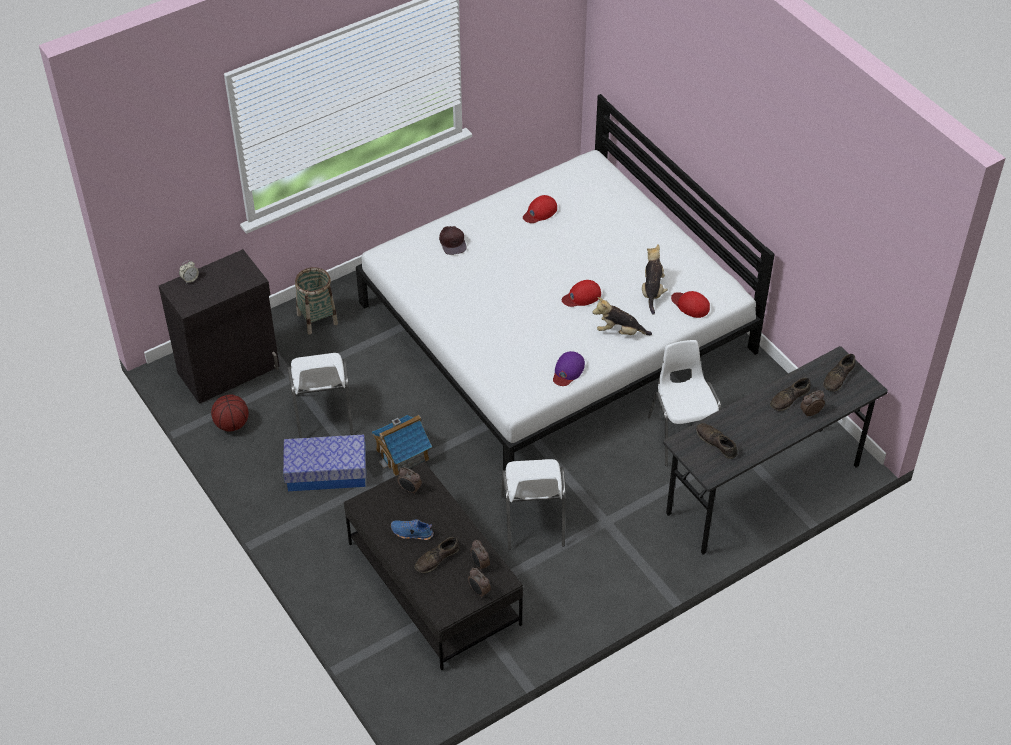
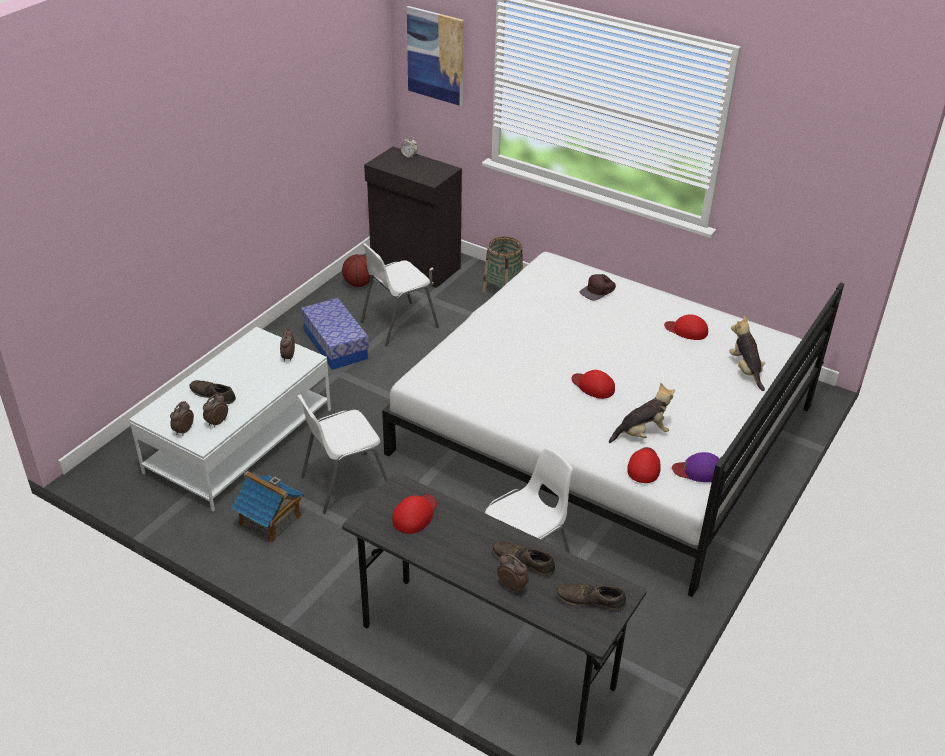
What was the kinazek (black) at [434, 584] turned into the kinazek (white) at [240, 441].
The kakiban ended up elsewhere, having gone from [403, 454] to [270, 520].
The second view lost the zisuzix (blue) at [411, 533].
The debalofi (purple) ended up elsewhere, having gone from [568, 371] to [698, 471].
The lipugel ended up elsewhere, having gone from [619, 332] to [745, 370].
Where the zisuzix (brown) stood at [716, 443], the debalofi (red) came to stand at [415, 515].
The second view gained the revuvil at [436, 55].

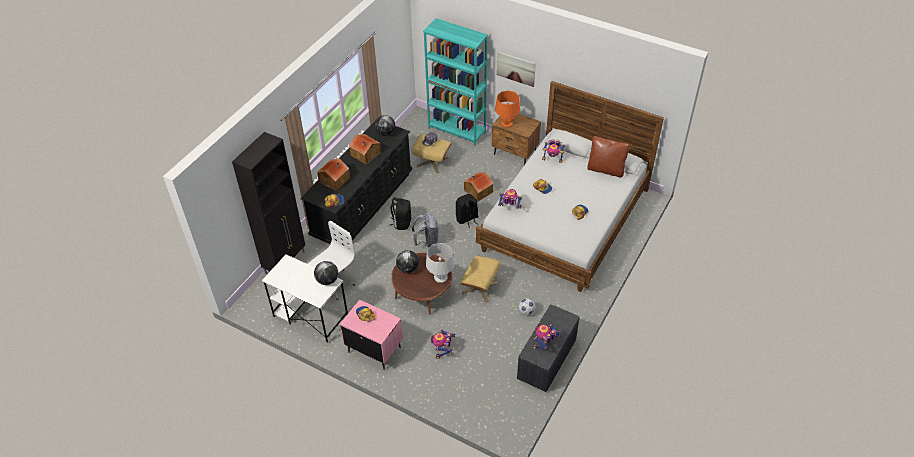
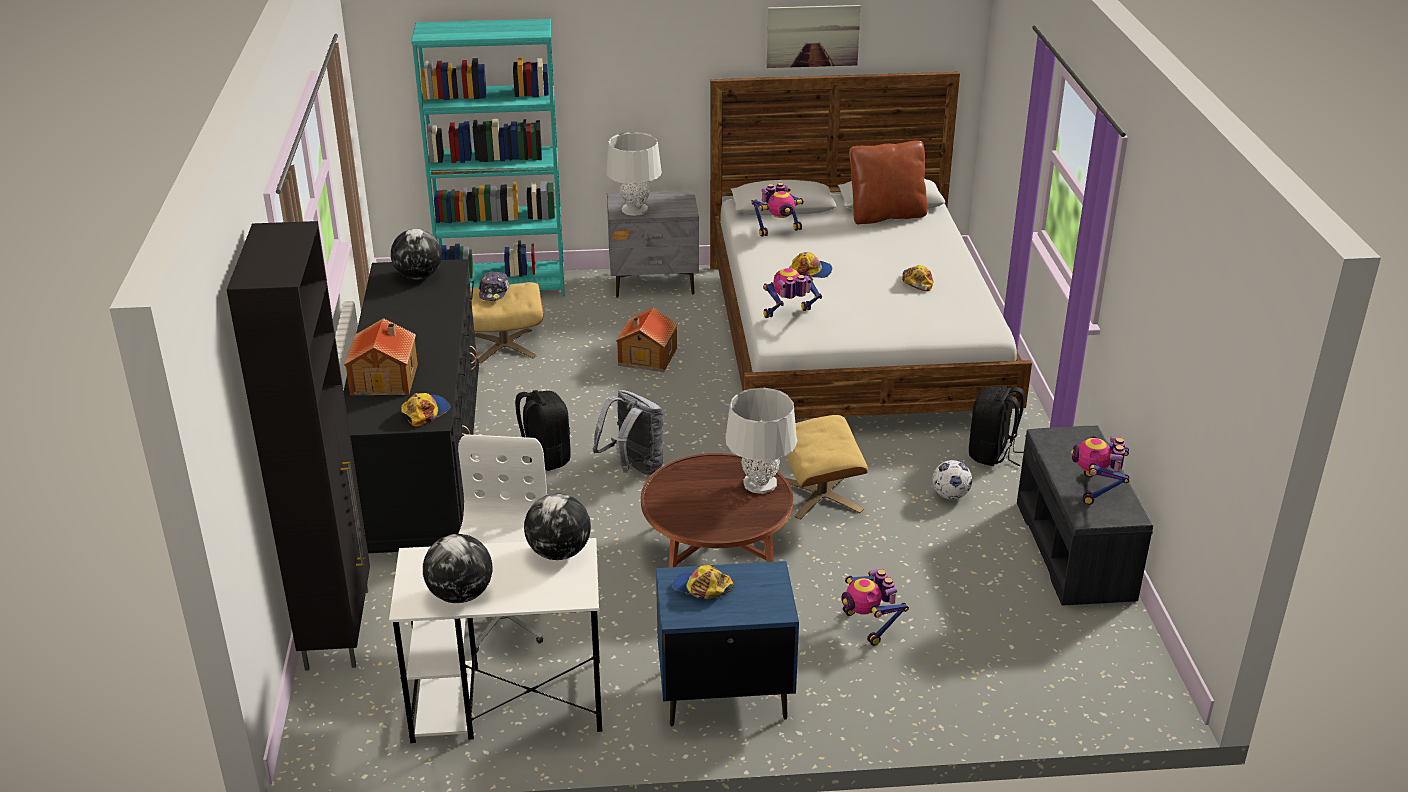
What was the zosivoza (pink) at [374, 349] turned into the zosivoza (blue) at [723, 693].
The second view lost the kakiban at [365, 154].
The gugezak ended up elsewhere, having gone from [408, 269] to [460, 595].
The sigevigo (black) ended up elsewhere, having gone from [467, 219] to [992, 454].
What was the zosivoza (brown) at [515, 153] turned into the zosivoza (grey) at [654, 283].
What was the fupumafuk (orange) at [506, 123] turned into the fupumafuk (grey) at [634, 210].
The revuvil ended up elsewhere, having gone from [516, 68] to [813, 36].

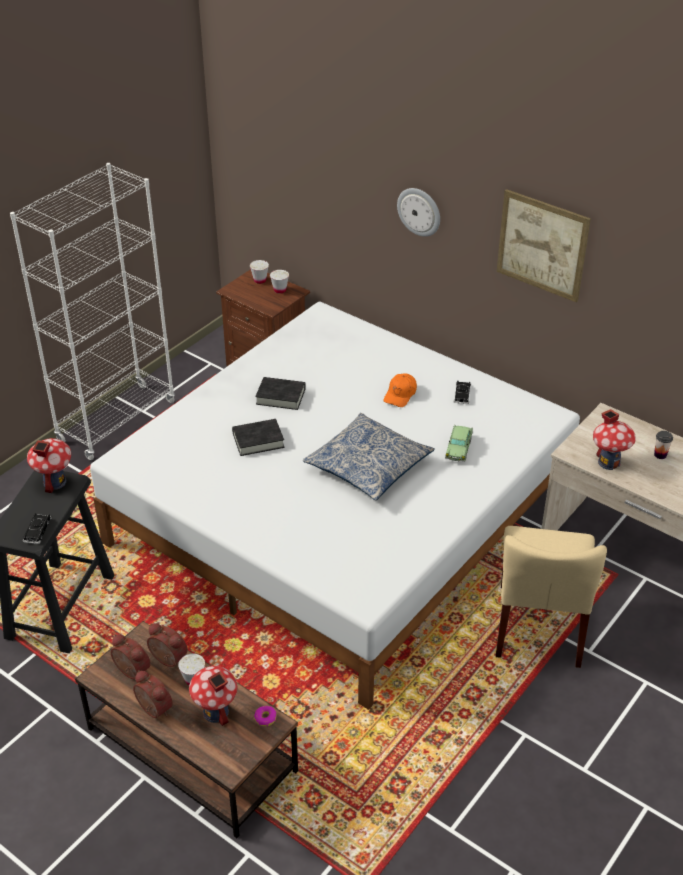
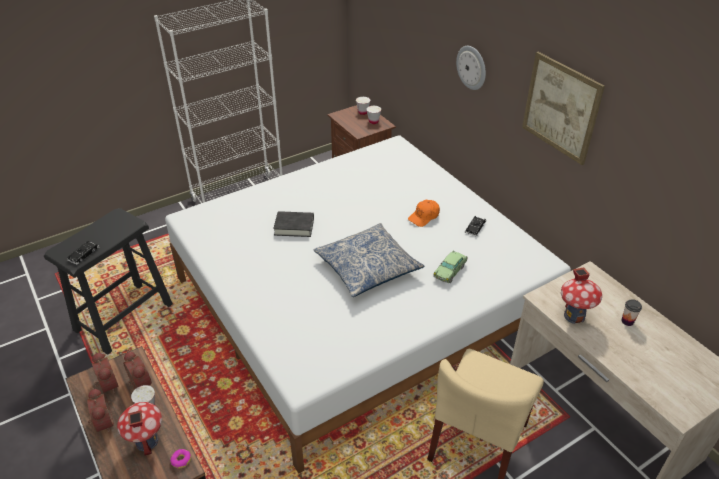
The second view lost the kakiban at [54, 482].
The second view lost the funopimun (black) at [280, 396].

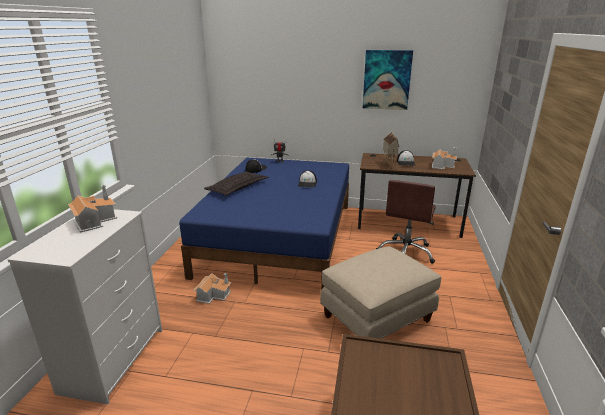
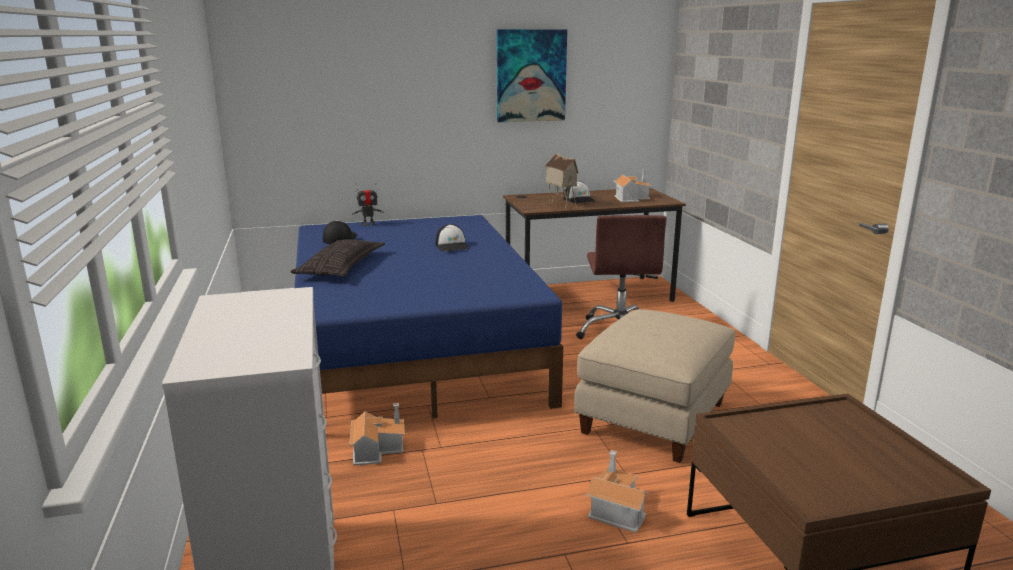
The kakiban ended up elsewhere, having gone from [94, 220] to [615, 508].

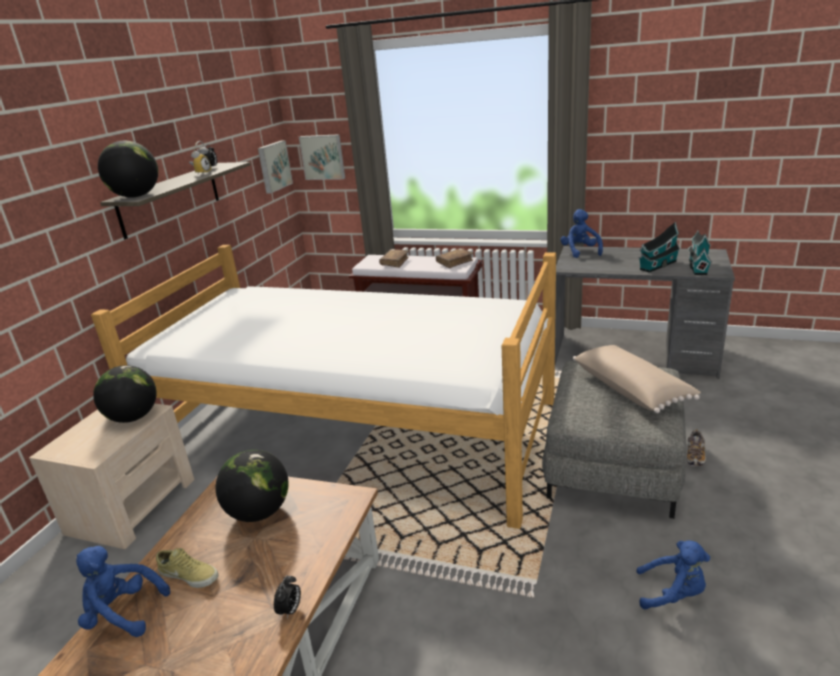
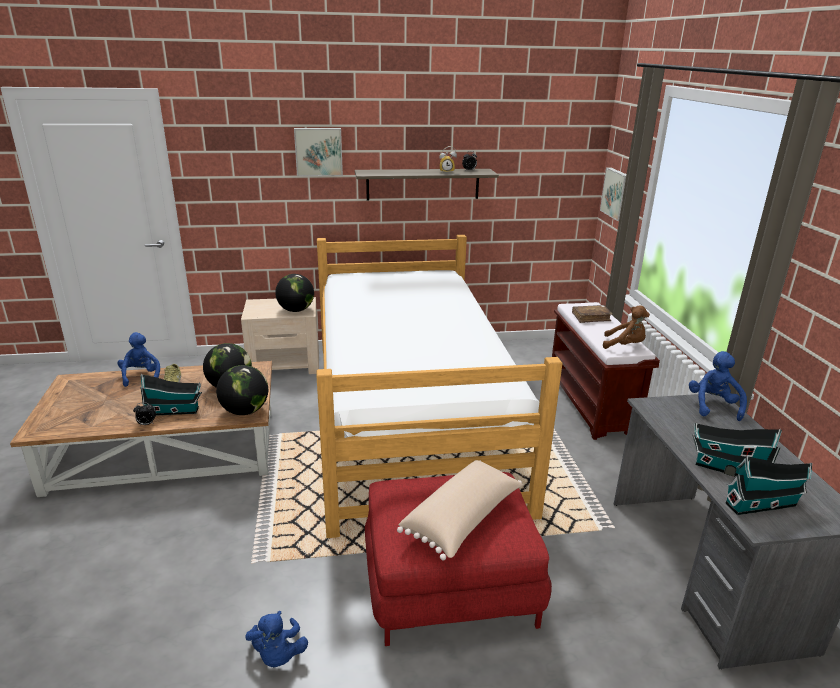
The gugezak ended up elsewhere, having gone from [136, 196] to [245, 411].
The revuvil ended up elsewhere, having gone from [273, 166] to [318, 151].
Where the funopimun (brown) stood at [454, 262], the lipugel (brown) came to stand at [625, 345].
What was the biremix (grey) at [611, 464] turned into the biremix (red) at [451, 584].
The lipugel (blue) at [580, 252] ended up facing another way, 45 degrees counterclockwise from before.
The second view lost the zisuzix at [695, 456].
The second view gained the kakiban at [175, 411].

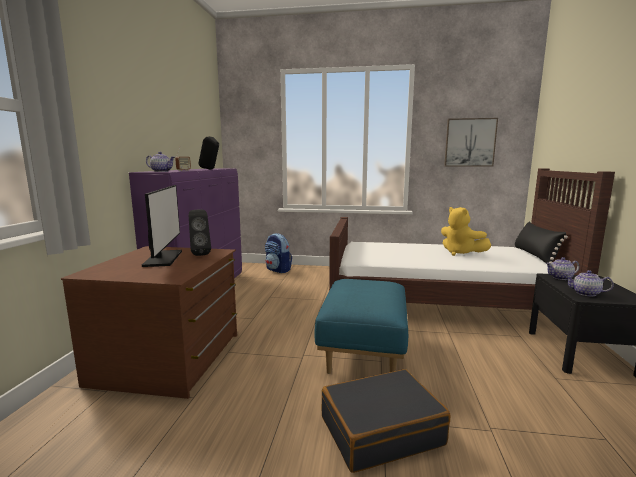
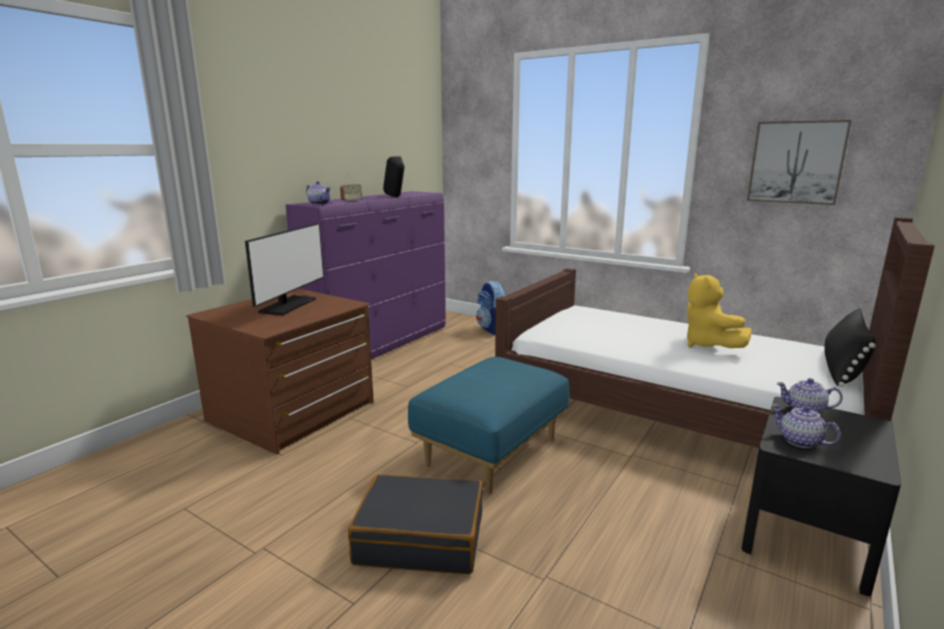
The second view lost the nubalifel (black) at [200, 254].

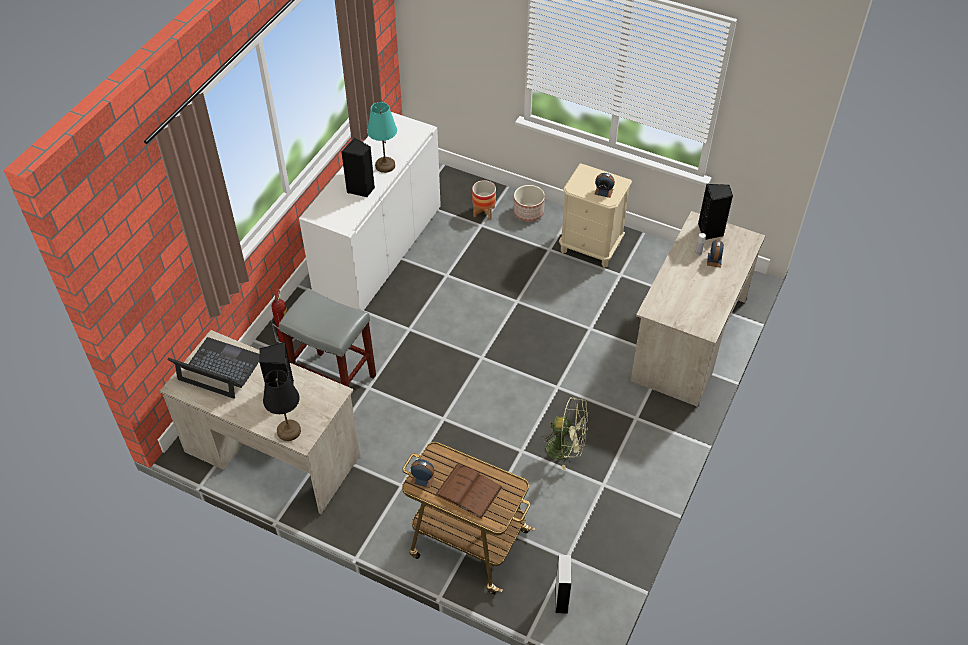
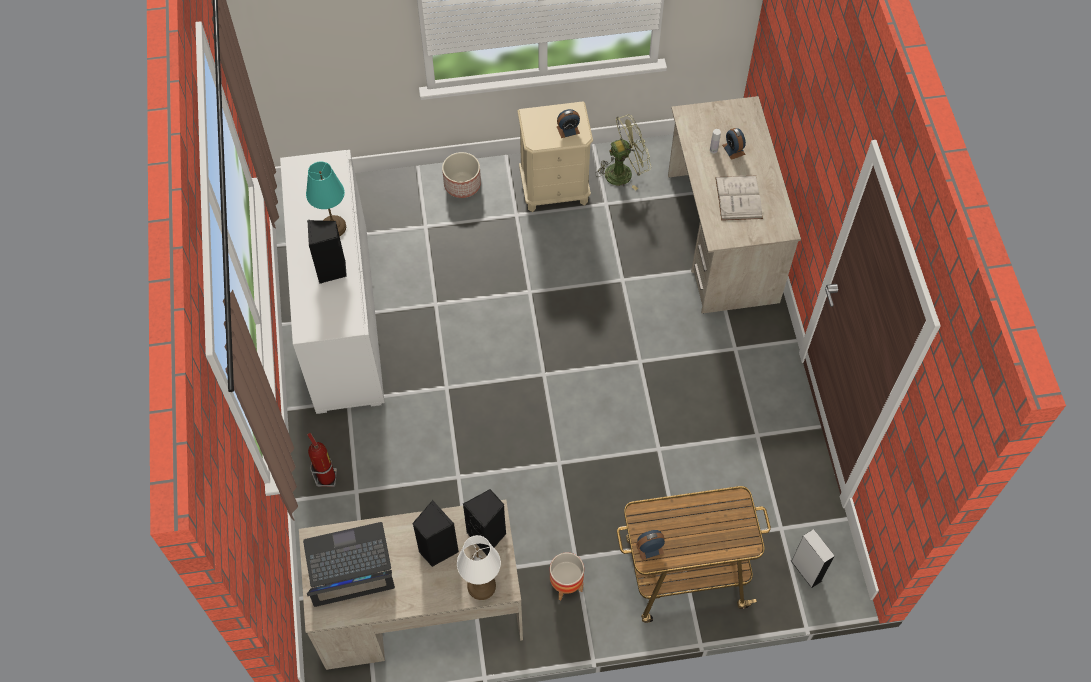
What was the fupumafuk (black) at [289, 431] turned into the fupumafuk (white) at [482, 586].
The second view lost the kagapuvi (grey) at [336, 381].
The second view lost the funopimun (brown) at [469, 491].
The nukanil ended up elsewhere, having gone from [484, 212] to [566, 584].
The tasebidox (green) ended up elsewhere, having gone from [565, 449] to [624, 172].
The nubalifel (black) ended up elsewhere, having gone from [710, 231] to [488, 536].
The second view gained the funopimun (white) at [738, 198].

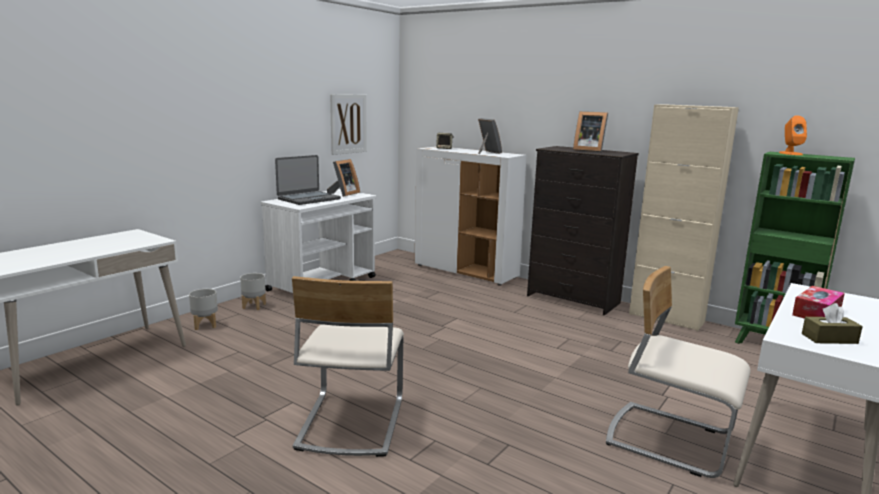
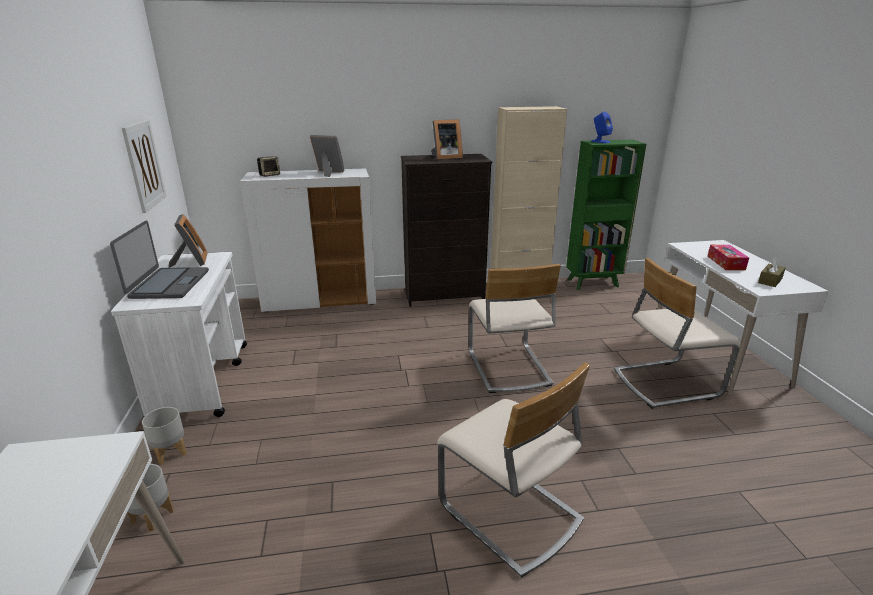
What was the nubalifel (orange) at [790, 153] turned into the nubalifel (blue) at [600, 141].
The second view gained the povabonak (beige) at [507, 368].

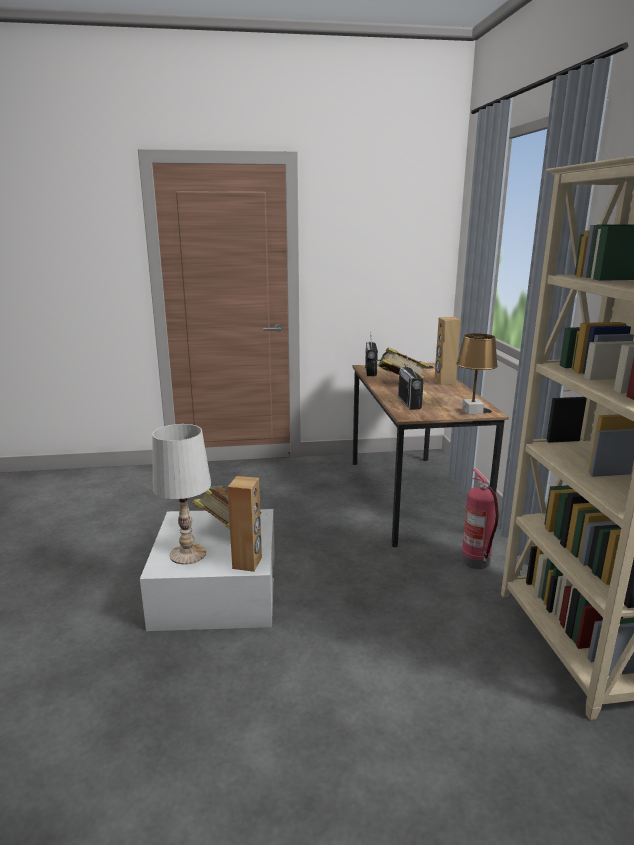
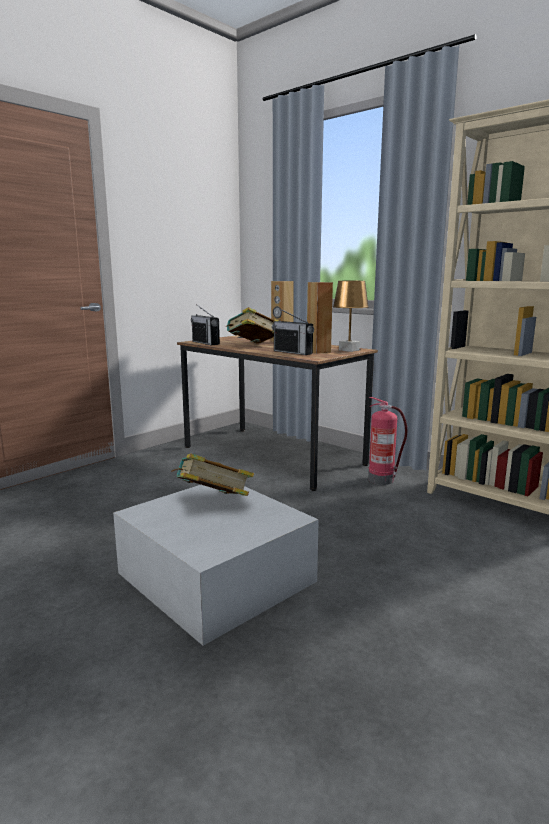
The second view lost the fupumafuk (white) at [187, 554].
The nubalifel (brown) ended up elsewhere, having gone from [247, 563] to [318, 351].

